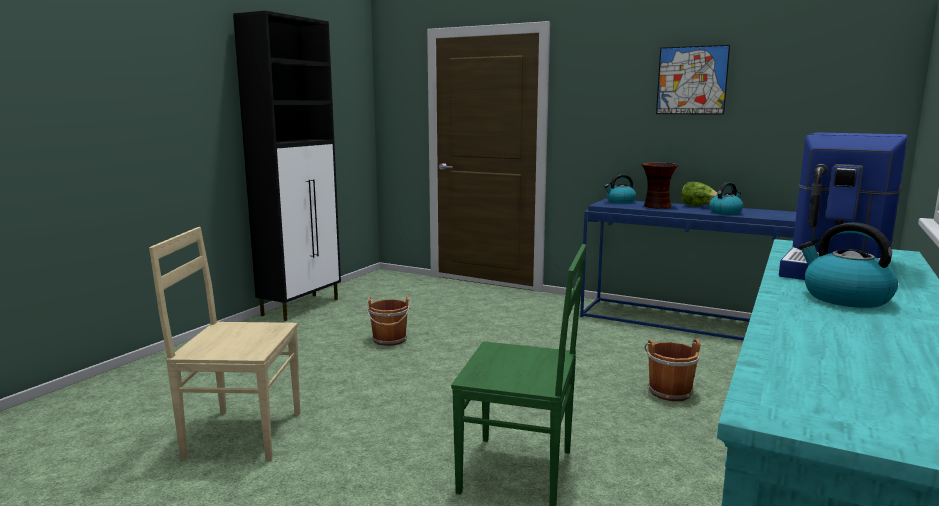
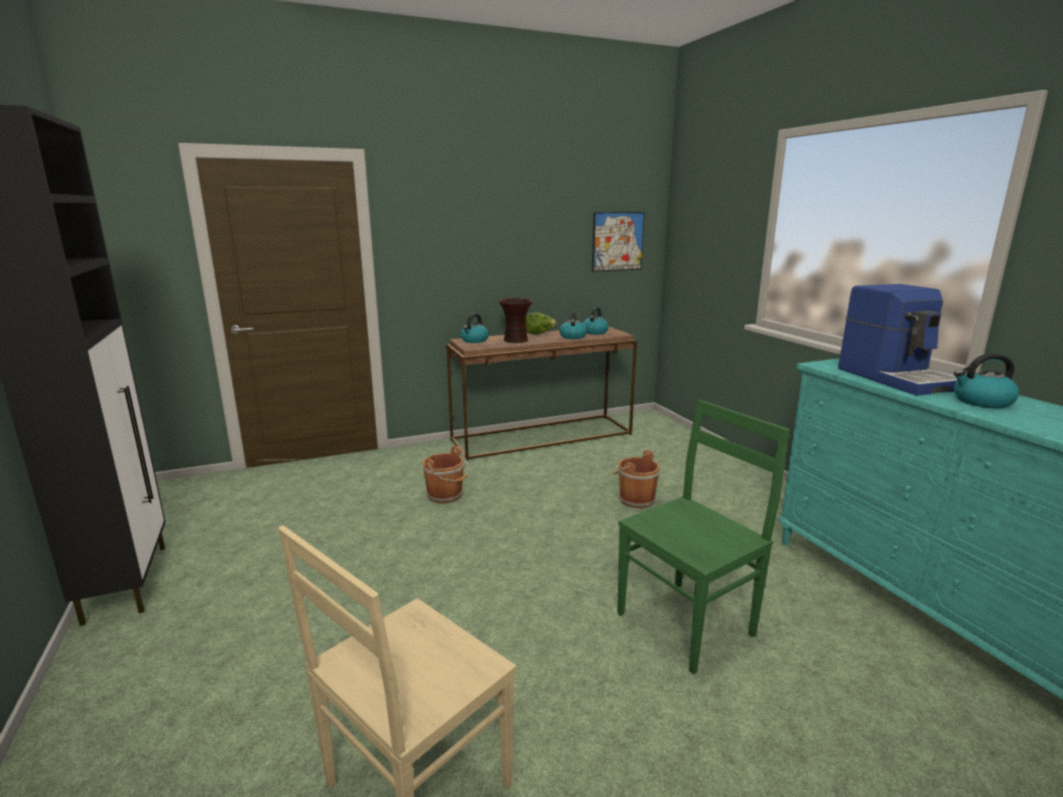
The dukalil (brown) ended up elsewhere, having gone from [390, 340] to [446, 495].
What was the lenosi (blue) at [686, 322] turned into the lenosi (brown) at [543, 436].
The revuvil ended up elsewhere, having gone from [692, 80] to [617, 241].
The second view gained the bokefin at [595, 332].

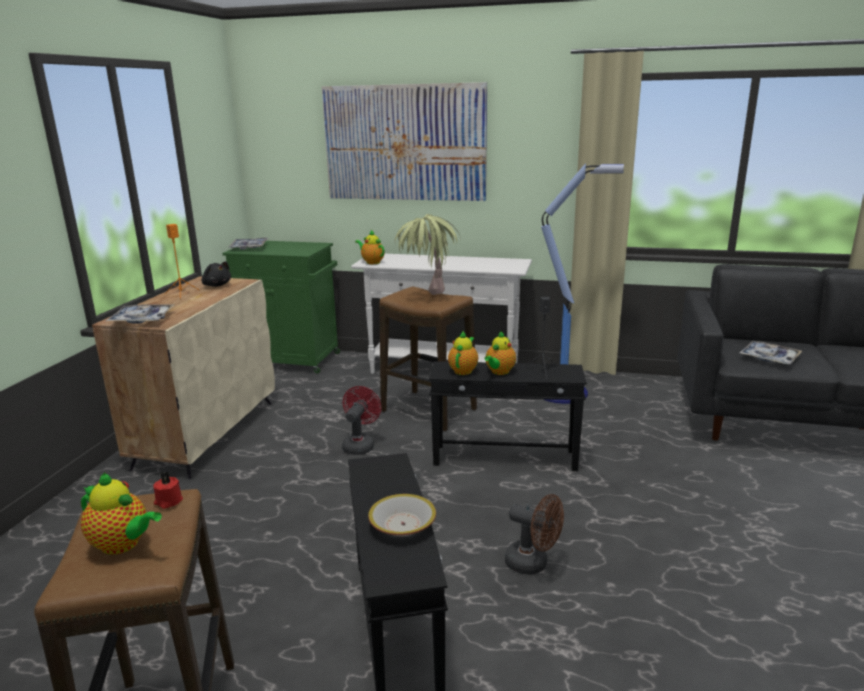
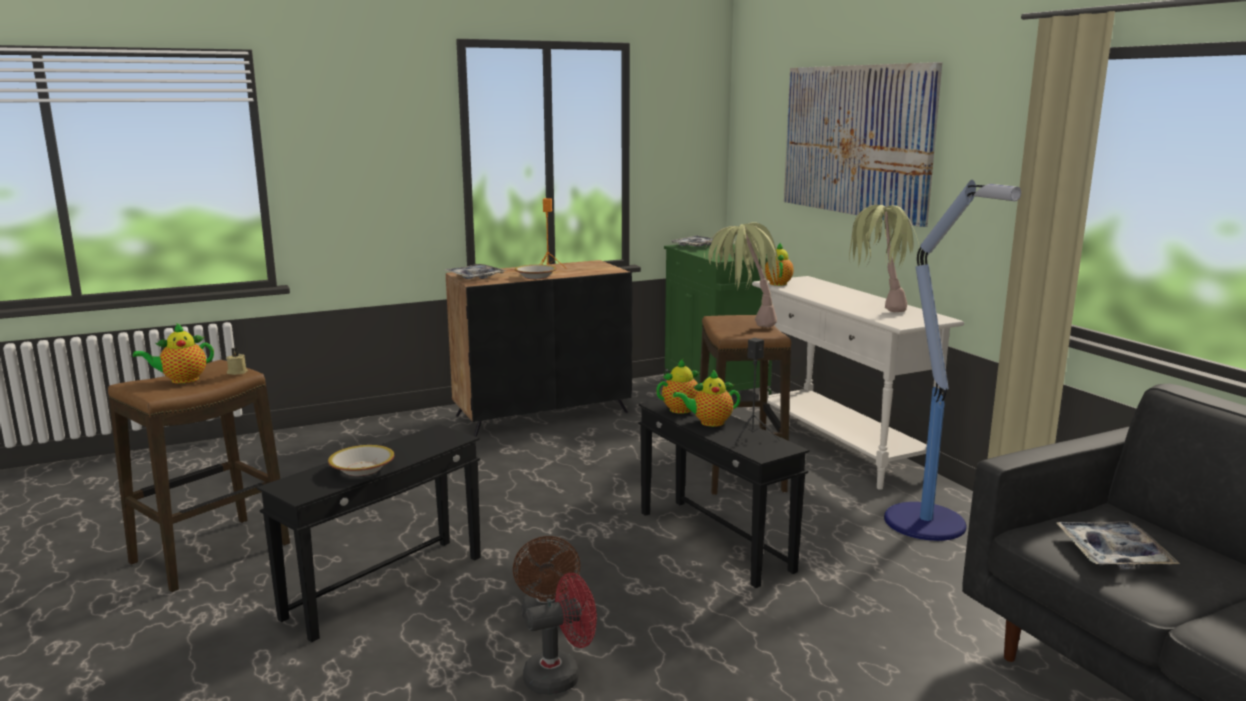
The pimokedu at [123, 544] ended up facing another way, 75 degrees clockwise from before.
What was the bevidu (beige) at [207, 433] turned into the bevidu (black) at [543, 413].
What was the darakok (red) at [168, 501] turned into the darakok (beige) at [237, 372].
The second view lost the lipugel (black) at [216, 285].
The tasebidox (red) ended up elsewhere, having gone from [360, 445] to [560, 675].
The second view gained the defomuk at [535, 277].
The second view gained the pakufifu at [877, 307].

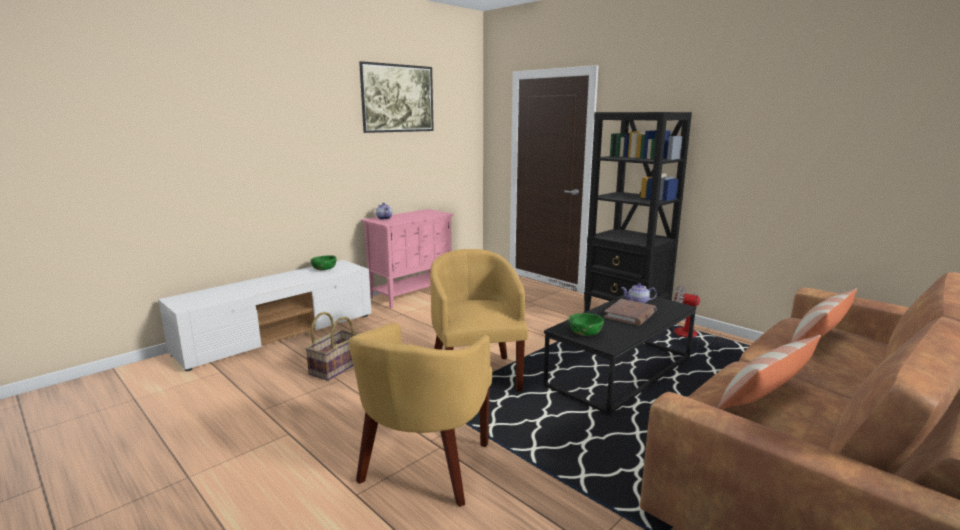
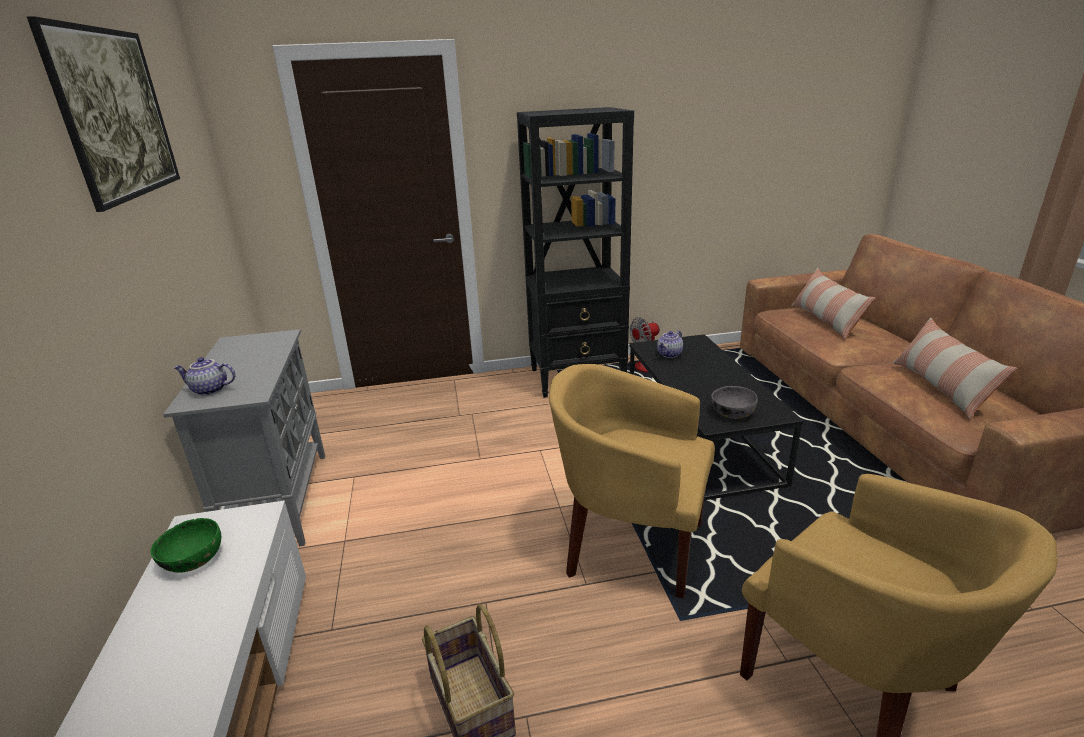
What was the bevidu (pink) at [412, 294] turned into the bevidu (grey) at [280, 500].
What was the defomuk (green) at [585, 332] turned into the defomuk (grey) at [732, 413].
The second view lost the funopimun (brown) at [630, 315].

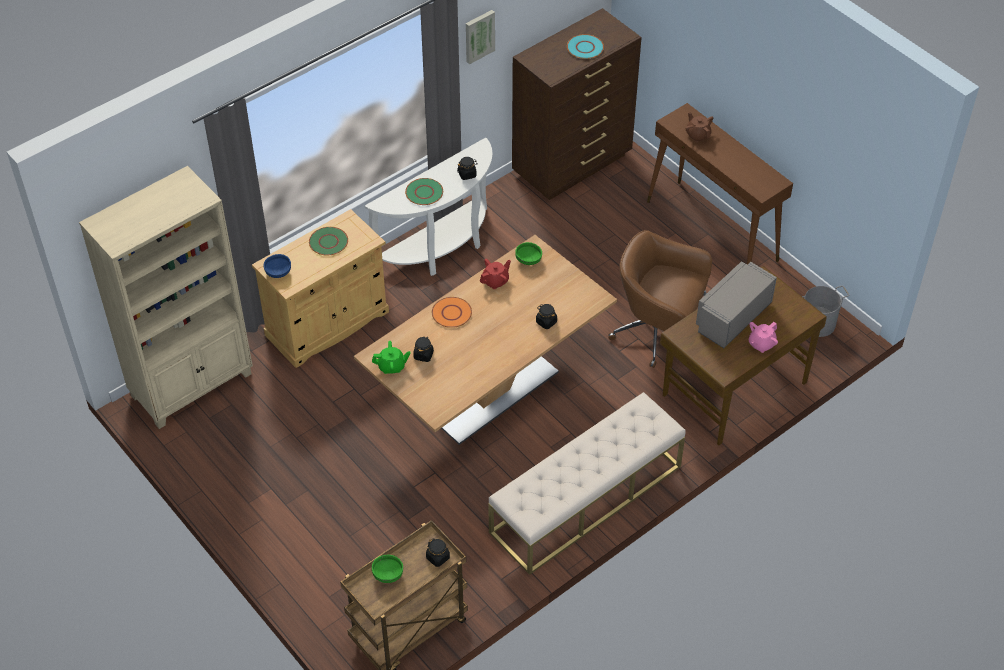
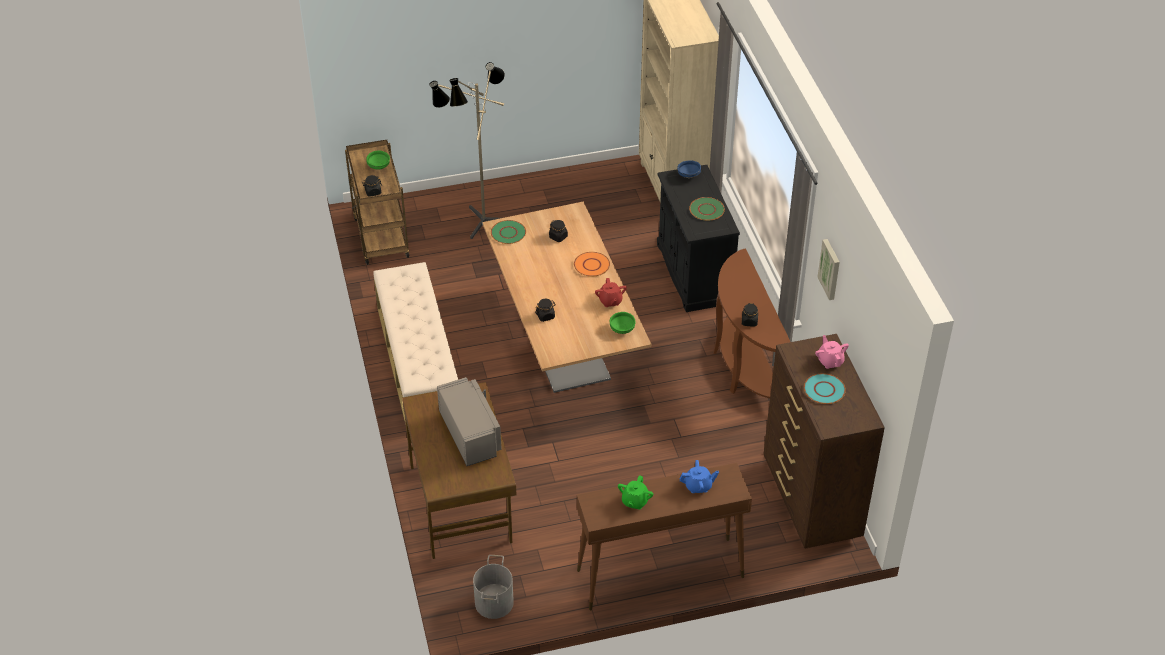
What was the bevidu (beige) at [327, 324] turned into the bevidu (black) at [693, 273].
What was the lenosi (white) at [441, 249] turned into the lenosi (brown) at [743, 367].
The pimokedu (green) ended up elsewhere, having gone from [392, 366] to [634, 501].
The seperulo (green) ended up elsewhere, having gone from [424, 192] to [508, 233].
The second view lost the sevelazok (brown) at [658, 332].
What was the pimokedu (brown) at [697, 135] turned into the pimokedu (blue) at [698, 486].
The pimokedu (pink) ended up elsewhere, having gone from [761, 344] to [830, 361].
The second view gained the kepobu at [478, 221].

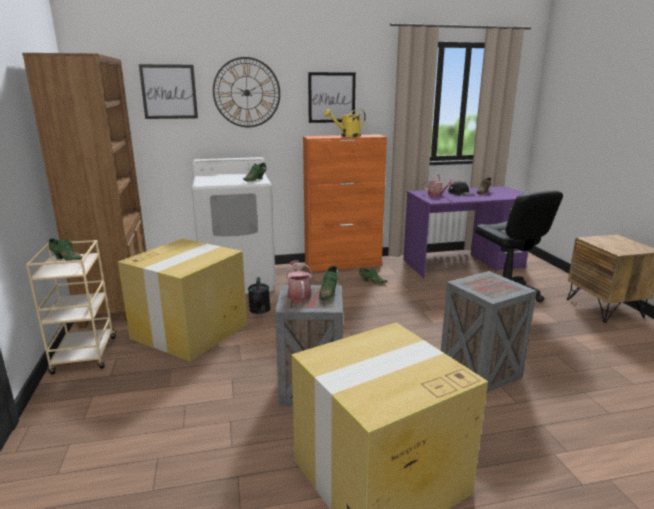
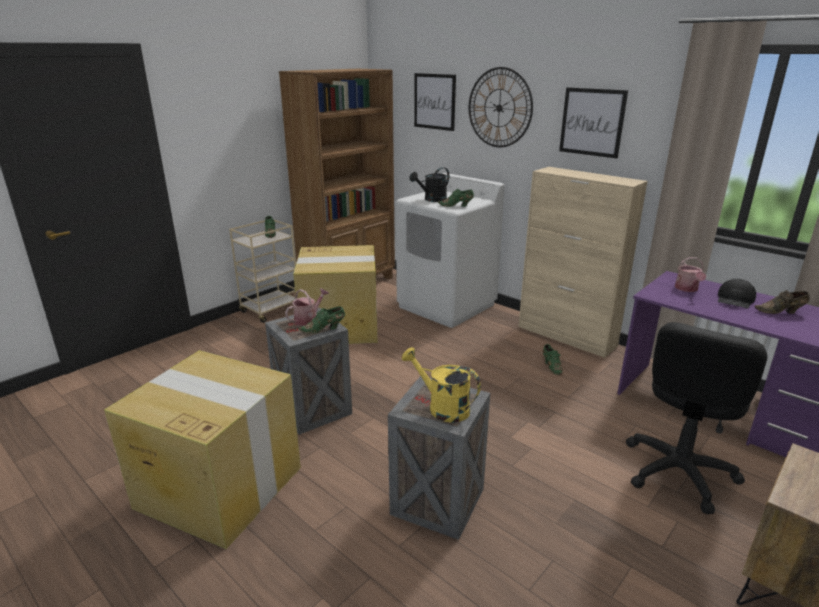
The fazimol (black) ended up elsewhere, having gone from [259, 311] to [432, 200].
What was the bevidu (orange) at [343, 264] turned into the bevidu (beige) at [566, 336].
The fazimol (yellow) ended up elsewhere, having gone from [347, 136] to [442, 407].

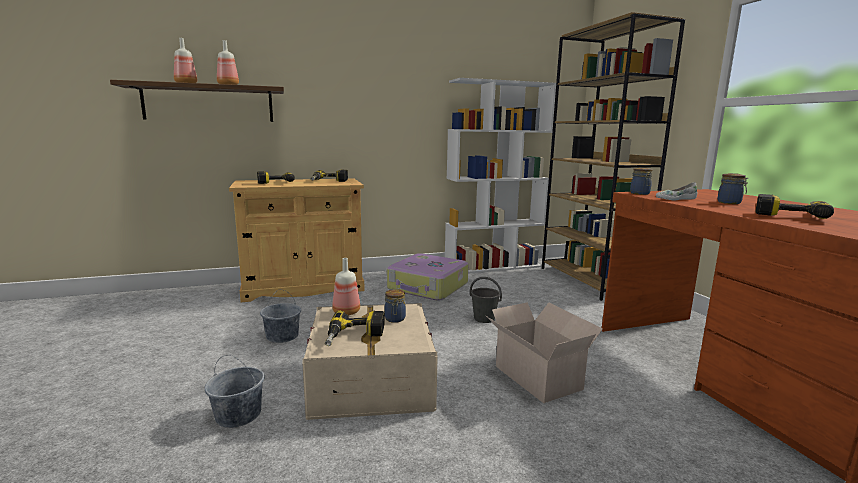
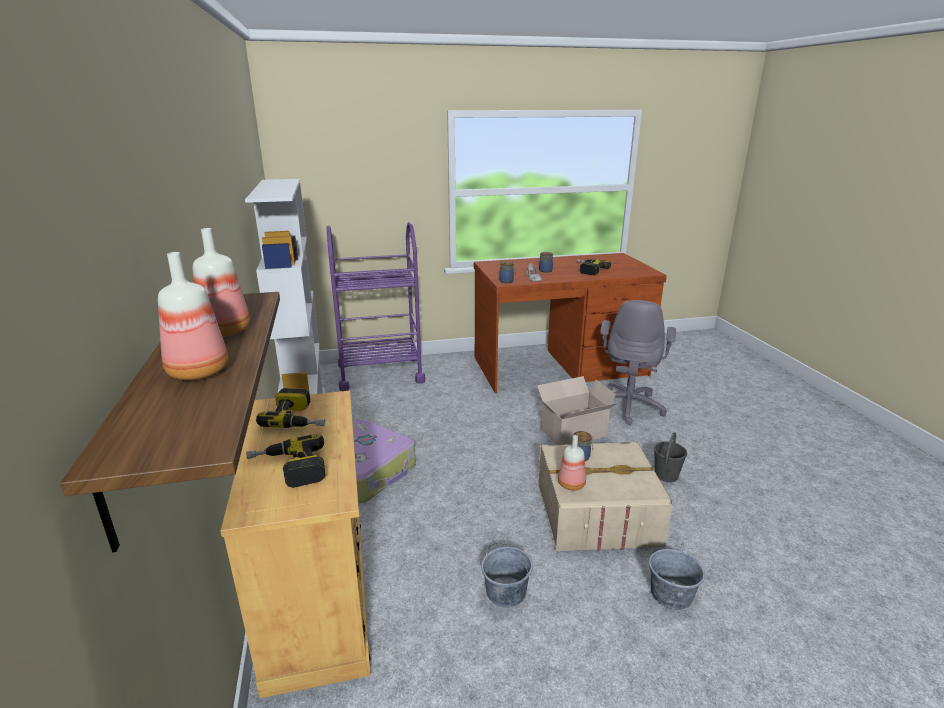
The second view lost the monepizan at [355, 336].
The dukalil (grey) ended up elsewhere, having gone from [484, 319] to [666, 475].
Where the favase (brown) stood at [590, 281], the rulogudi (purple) came to stand at [380, 373].
The second view gained the sevelazok (grey) at [628, 406].

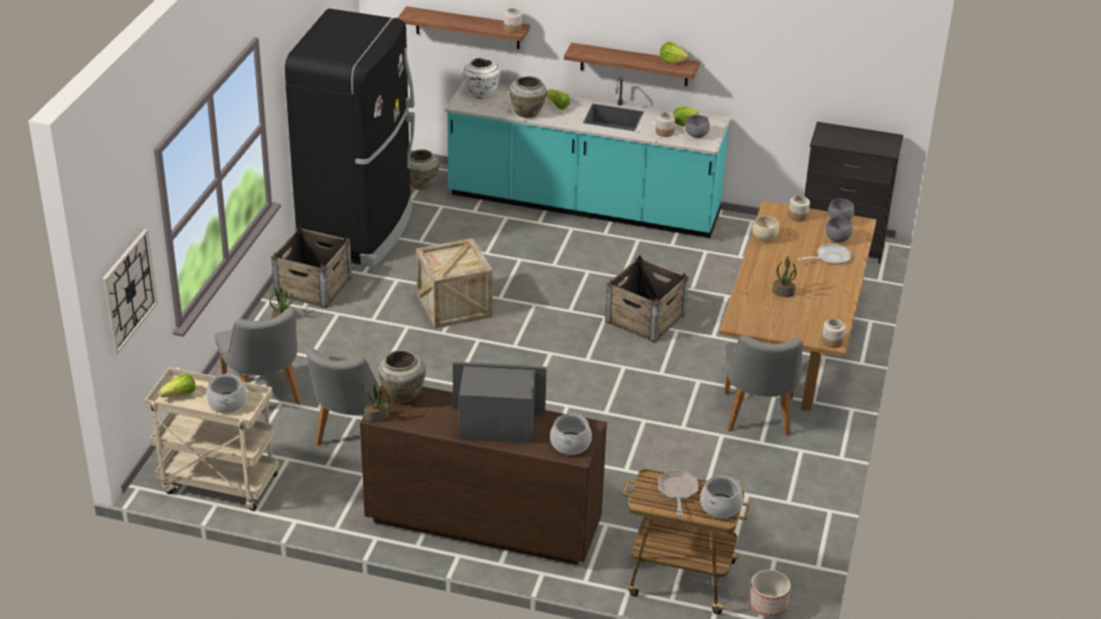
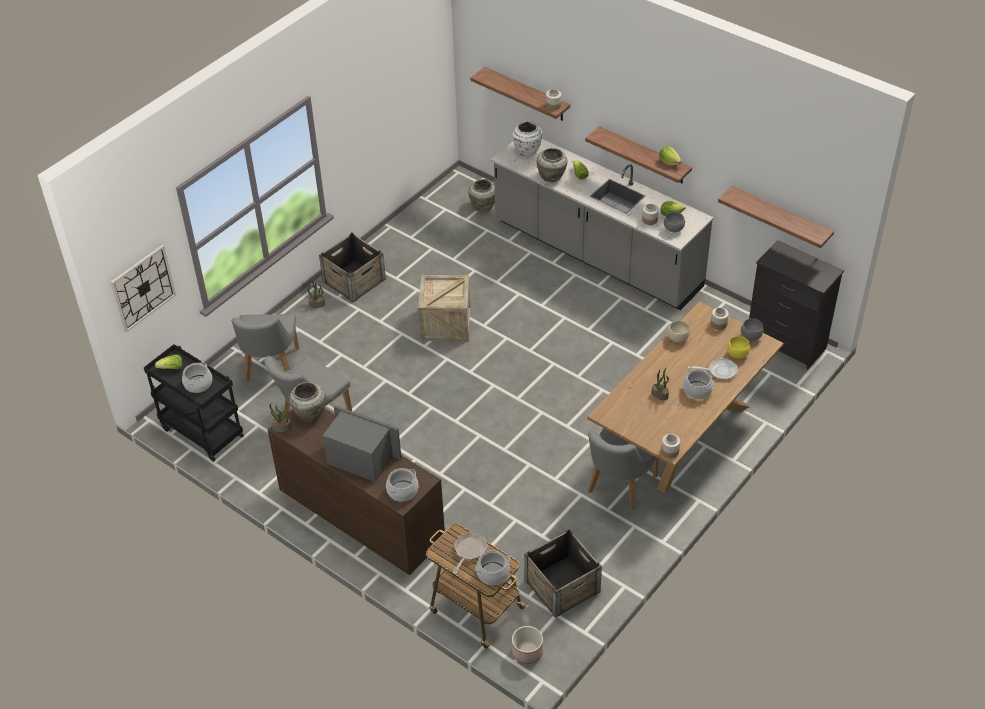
What was the rulogudi (beige) at [217, 484] turned into the rulogudi (black) at [201, 432].
The second view lost the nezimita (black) at [359, 229].
What was the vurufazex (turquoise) at [583, 206] turned into the vurufazex (grey) at [596, 255].
The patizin ended up elsewhere, having gone from [645, 318] to [562, 586].
What was the defomuk (grey) at [837, 239] turned into the defomuk (yellow) at [736, 354].
The second view gained the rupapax at [697, 390].
The second view gained the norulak at [780, 217].

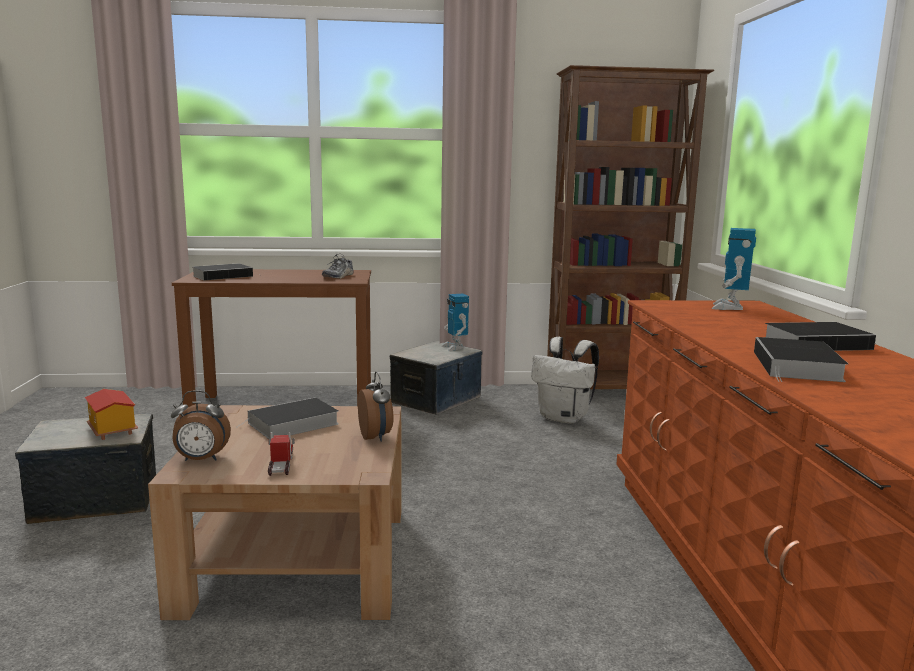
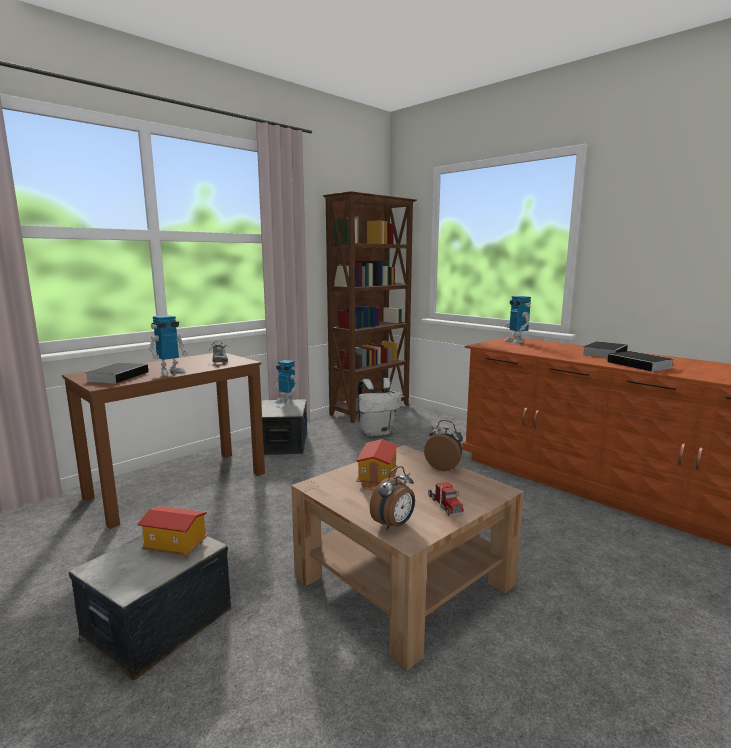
Where the funopimun stood at [291, 424], the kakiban came to stand at [378, 479].
The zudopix at [281, 464] ended up facing another way, 150 degrees counterclockwise from before.
The second view gained the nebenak at [170, 372].

